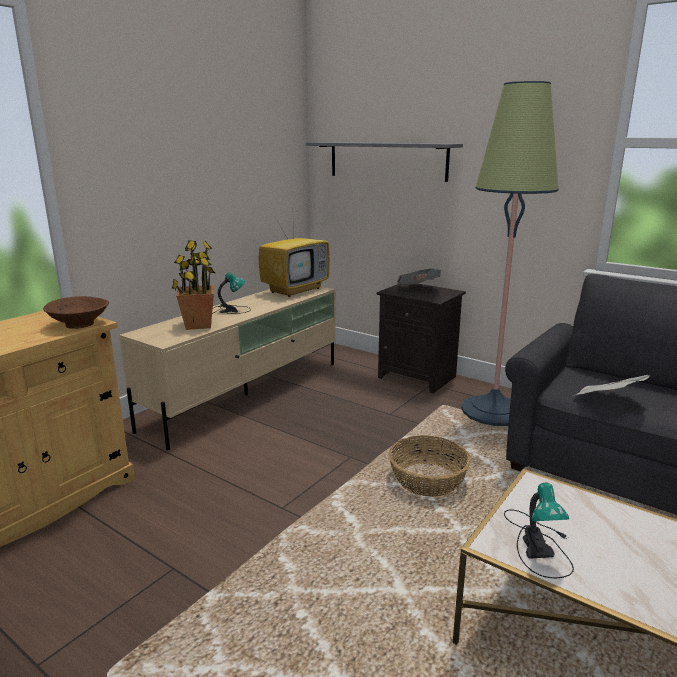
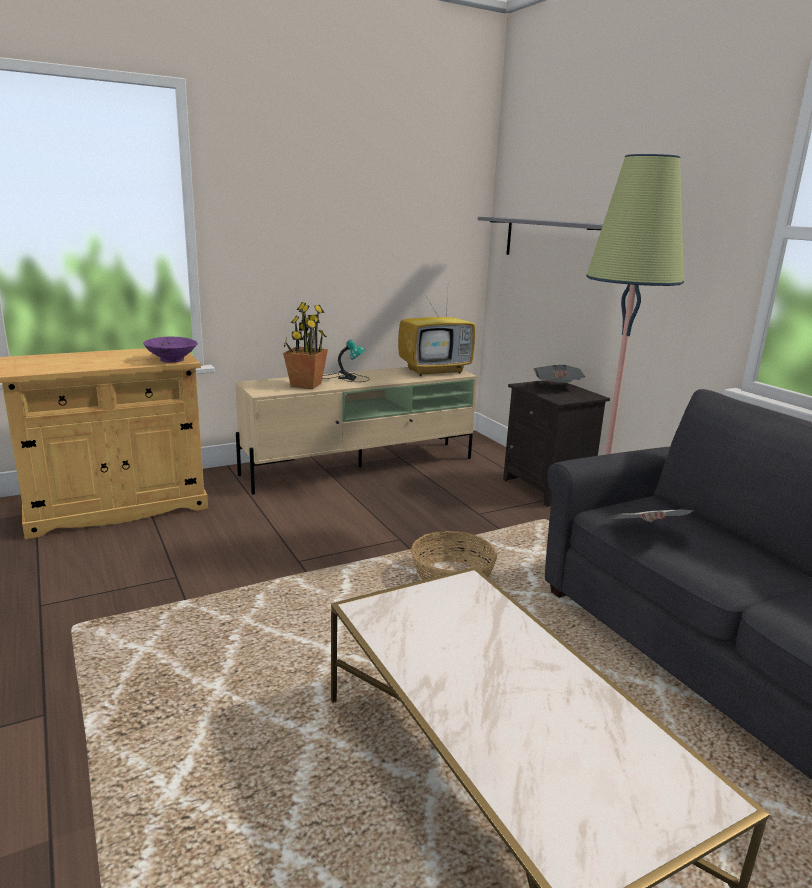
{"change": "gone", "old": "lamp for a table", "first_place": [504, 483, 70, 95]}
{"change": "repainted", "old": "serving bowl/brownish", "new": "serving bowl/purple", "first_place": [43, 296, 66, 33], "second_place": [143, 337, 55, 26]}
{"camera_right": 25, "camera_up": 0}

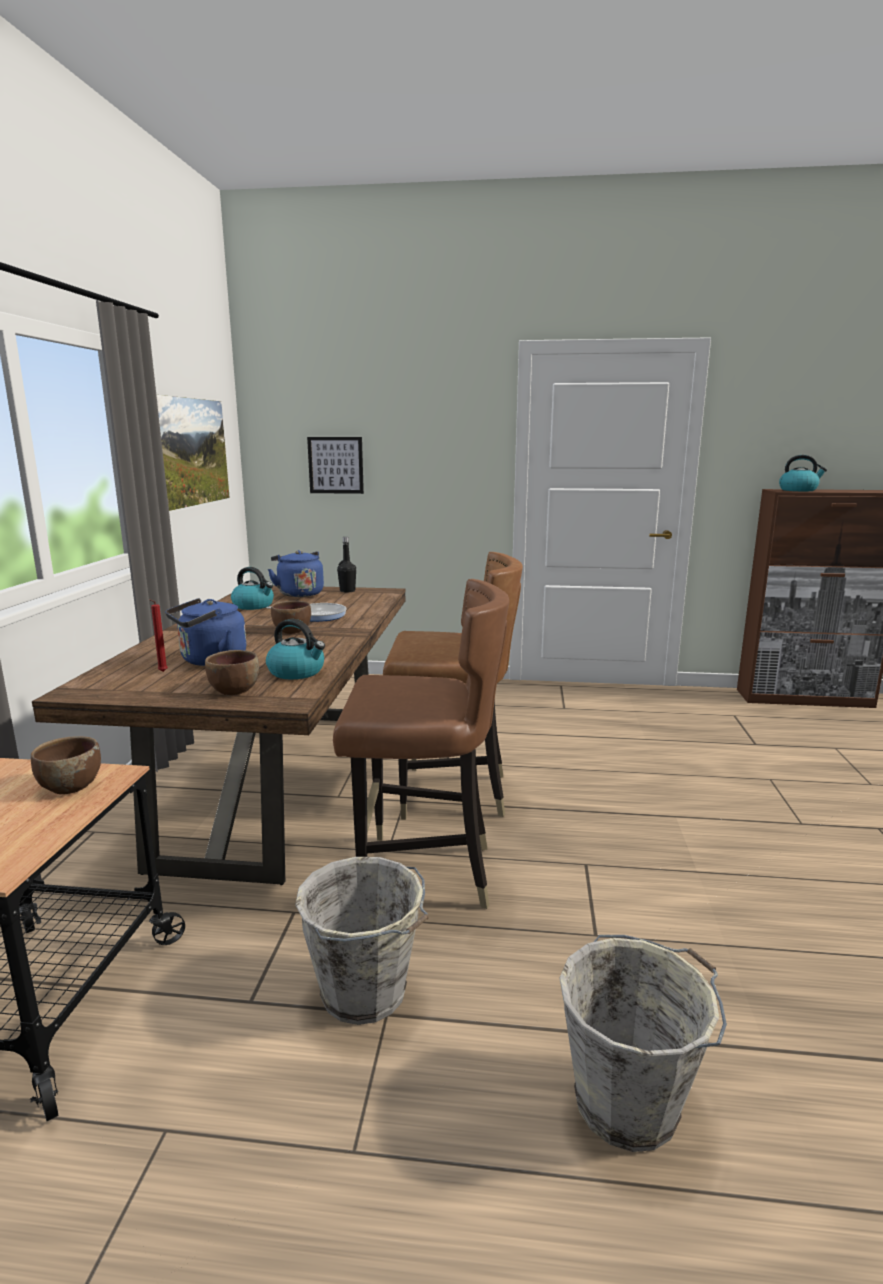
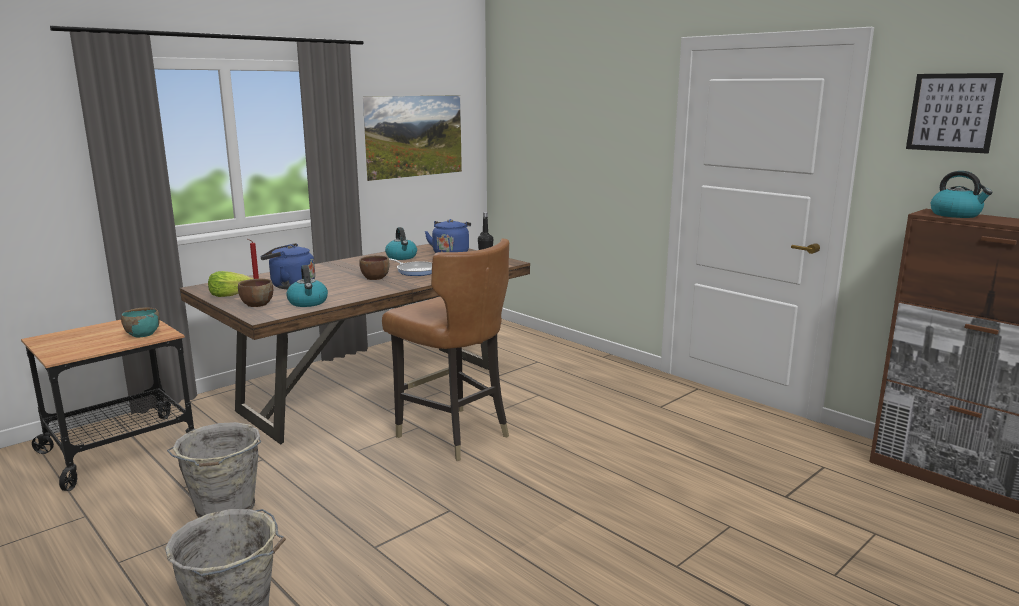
{"change": "gone", "old": "chair/brownish", "first_place": [333, 579, 176, 330]}
{"change": "new", "new": "head of lettuce", "second_place": [208, 271, 45, 26]}
{"change": "shifted", "old": "wall art", "first_place": [307, 437, 57, 57], "second_place": [906, 73, 97, 81]}
{"change": "repainted", "old": "serving bowl/brownish", "new": "serving bowl/turquoise", "first_place": [31, 736, 70, 58], "second_place": [121, 307, 39, 30]}
{"camera_right": 40, "camera_up": 0}

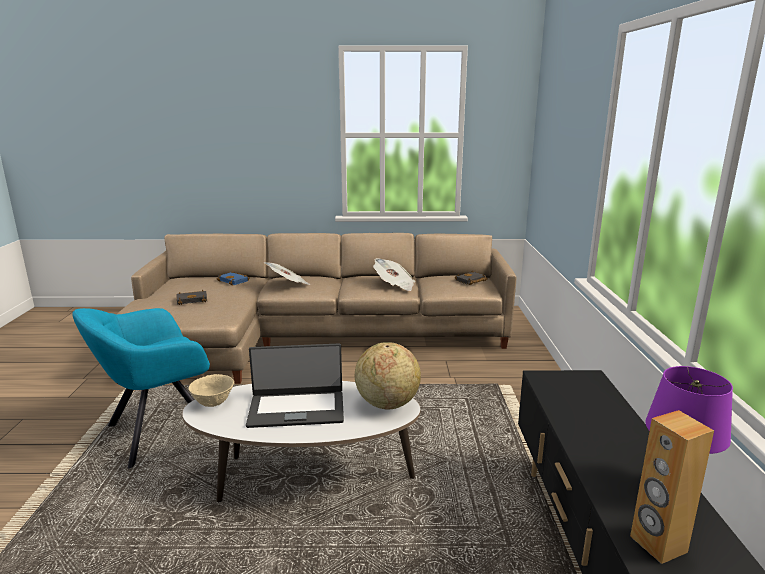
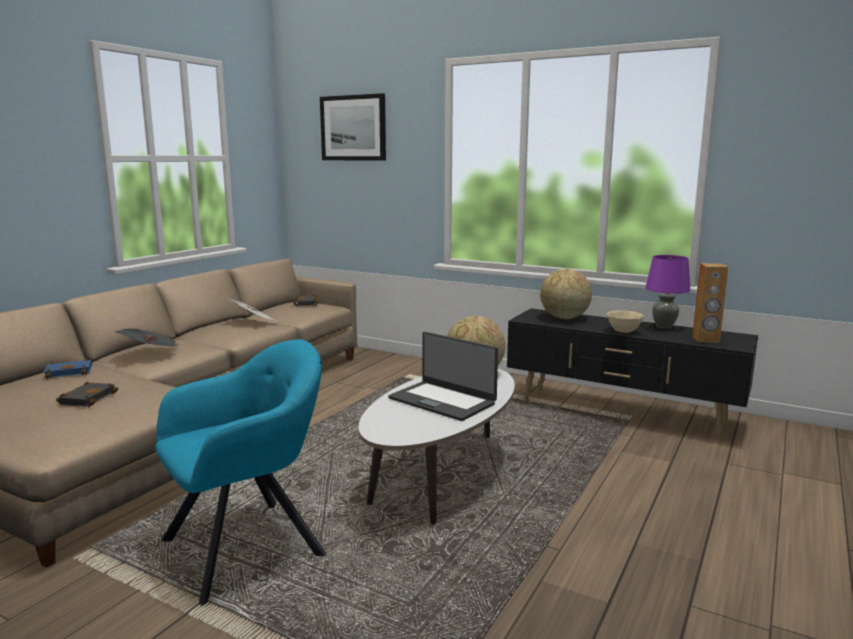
{"change": "new", "new": "wall art", "second_place": [320, 93, 66, 68]}
{"change": "new", "new": "globe", "second_place": [540, 269, 52, 50]}
{"change": "shifted", "old": "serving bowl/beige-coloured", "first_place": [189, 374, 45, 33], "second_place": [607, 310, 37, 23]}
{"change": "rotated", "old": "lounge chair/turquoise", "first_place": [72, 308, 138, 160], "second_place": [155, 339, 172, 268], "degrees": -120}
{"change": "rotated", "old": "notebook computer", "first_place": [246, 344, 98, 84], "second_place": [388, 332, 110, 89], "degrees": 105}
{"camera_right": -60, "camera_up": -5}

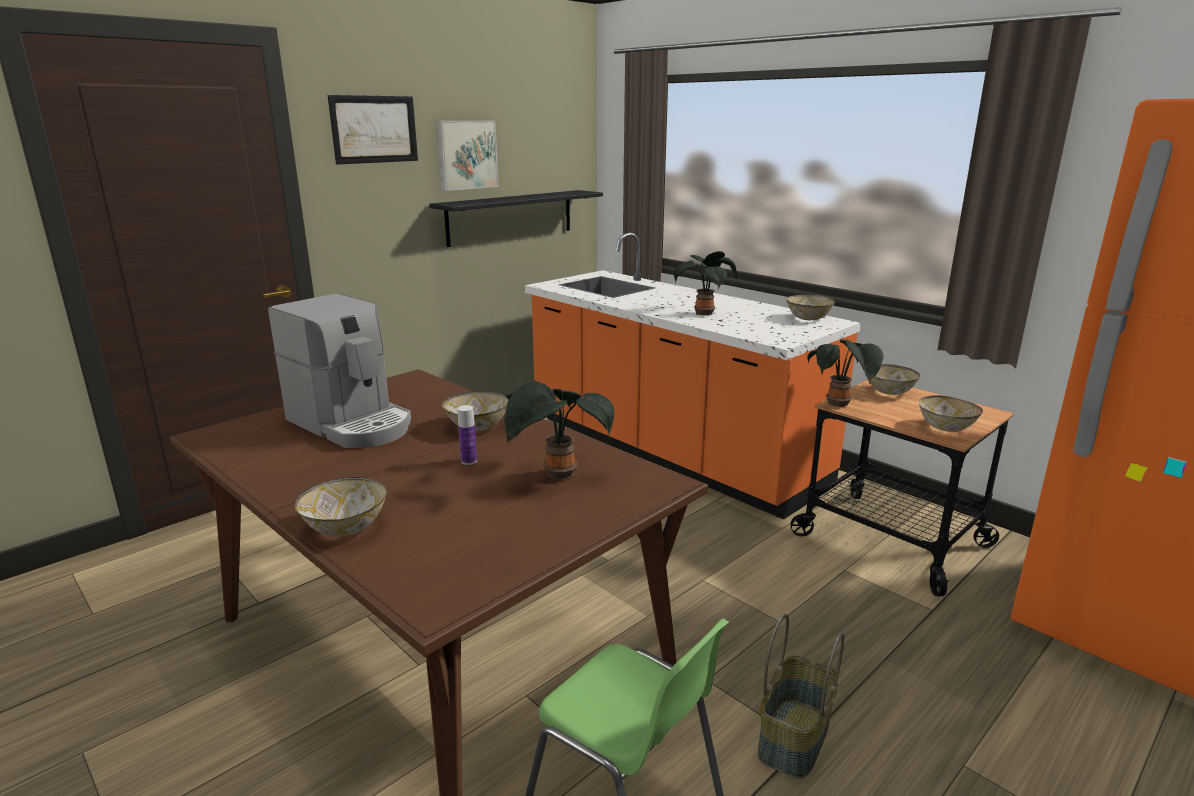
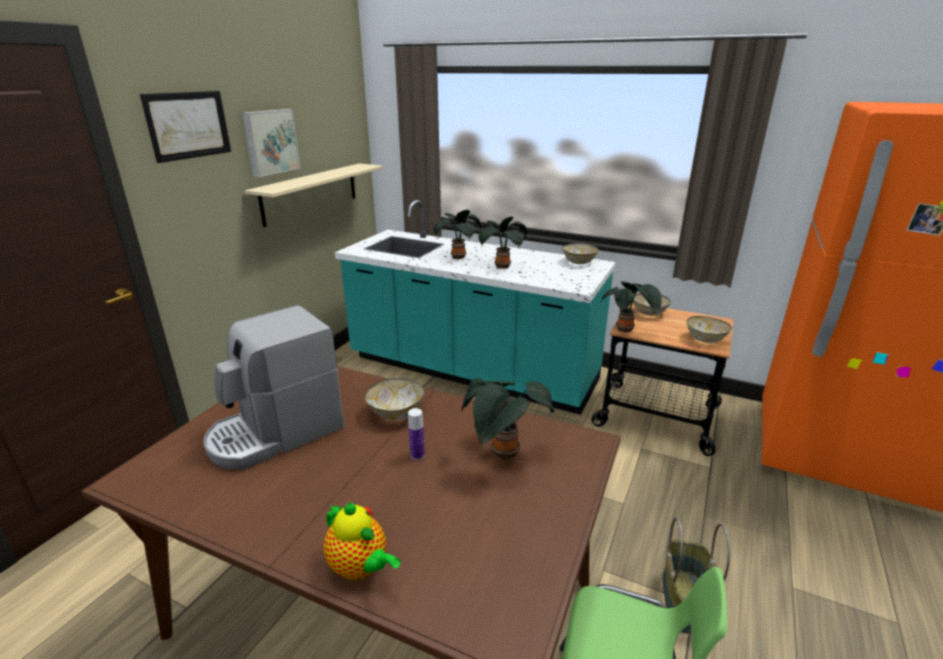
{"change": "new", "new": "potted plant", "second_place": [434, 210, 47, 49]}
{"change": "swapped", "old": "serving bowl", "new": "teapot", "first_place": [295, 477, 92, 60], "second_place": [323, 502, 78, 79]}
{"change": "repainted", "old": "wall shelf/black", "new": "wall shelf/beige-coloured", "first_place": [429, 190, 174, 57], "second_place": [245, 164, 138, 63]}
{"change": "repainted", "old": "kitchen base unit/orangey", "new": "kitchen base unit/turquoise", "first_place": [525, 232, 336, 287], "second_place": [335, 200, 281, 215]}
{"change": "rotated", "old": "coffee maker", "first_place": [268, 293, 143, 155], "second_place": [204, 305, 140, 164], "degrees": 120}
{"camera_right": -20, "camera_up": 5}

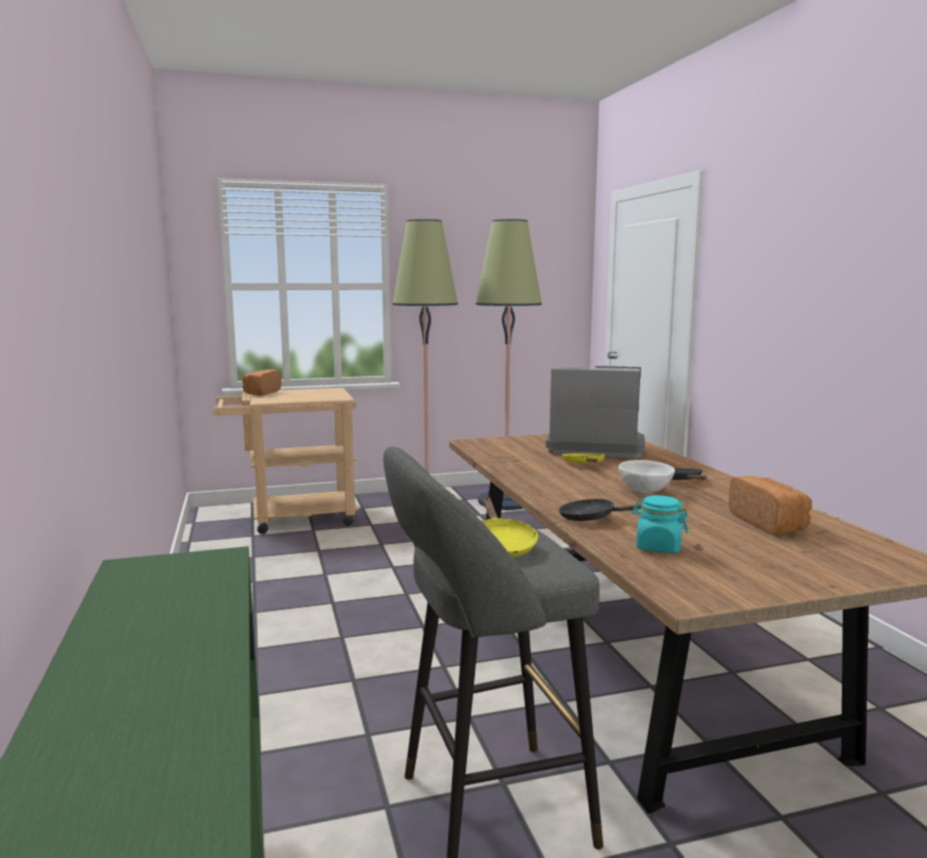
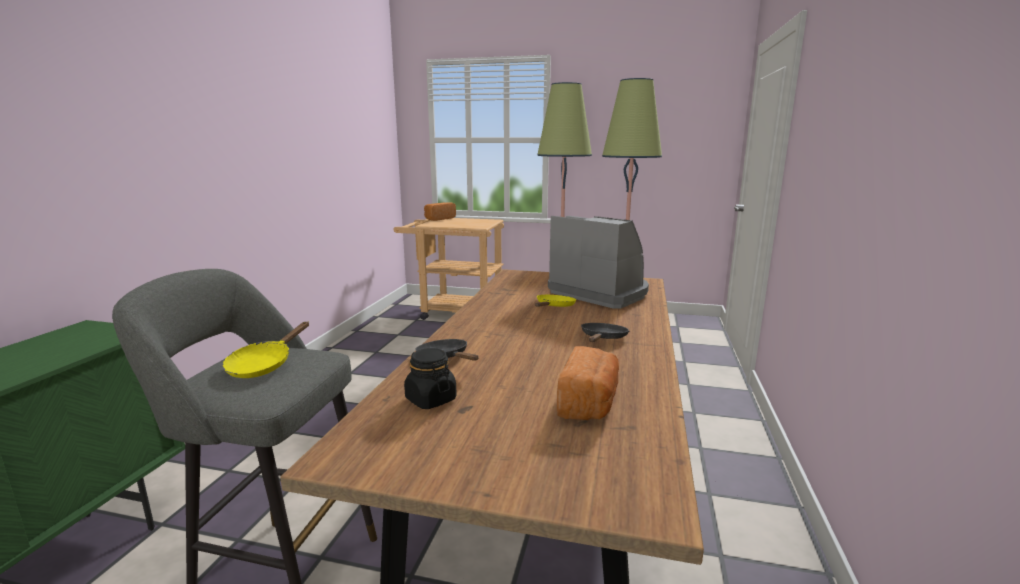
{"change": "gone", "old": "serving bowl/white", "first_place": [619, 460, 56, 34]}
{"change": "repainted", "old": "storage jar/turquoise", "new": "storage jar/black", "first_place": [632, 495, 56, 58], "second_place": [404, 348, 52, 61]}
{"camera_right": 30, "camera_up": 5}

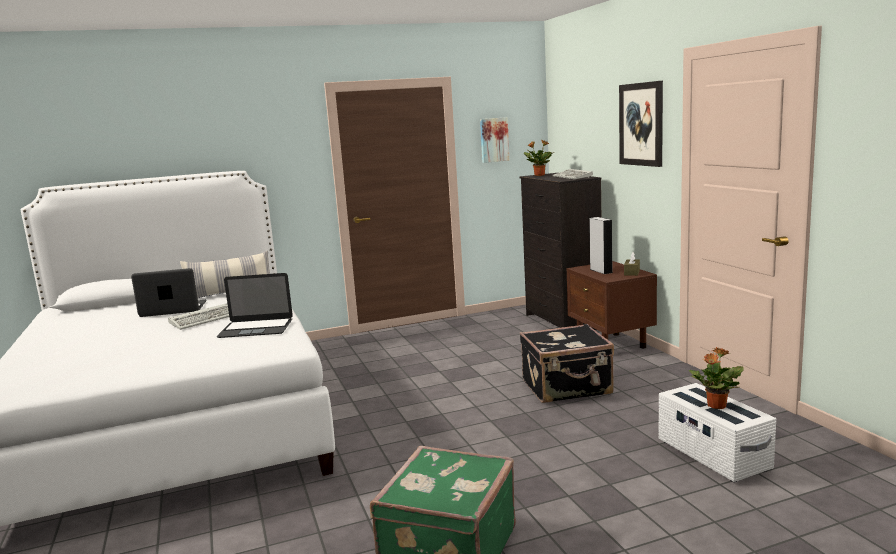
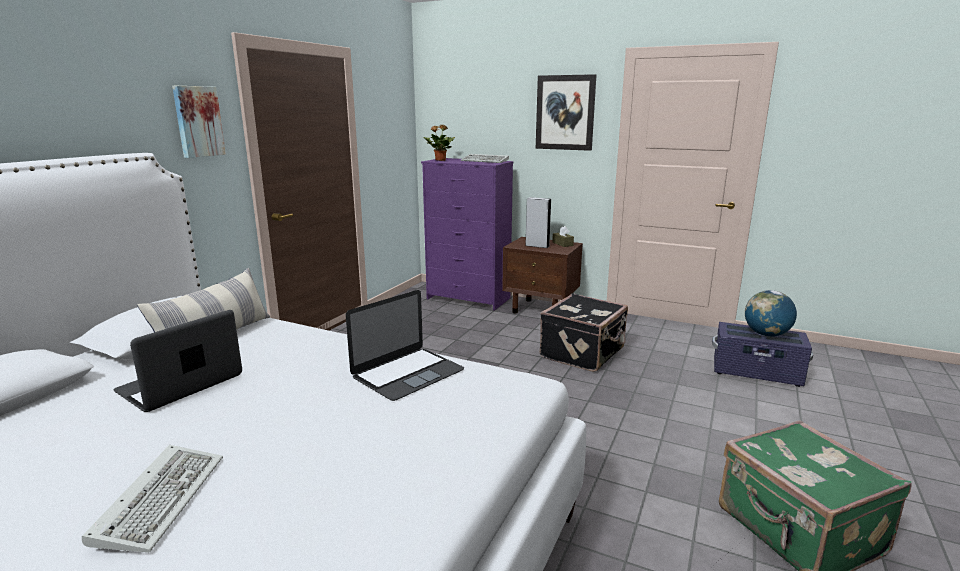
{"change": "shifted", "old": "keyboard", "first_place": [168, 303, 61, 27], "second_place": [82, 445, 141, 108]}
{"change": "shifted", "old": "wall art", "first_place": [480, 117, 29, 46], "second_place": [172, 86, 54, 72]}
{"change": "swapped", "old": "potted plant", "new": "globe", "first_place": [689, 347, 55, 62], "second_place": [745, 290, 52, 47]}
{"change": "repainted", "old": "drawer chest/black", "new": "drawer chest/purple", "first_place": [520, 173, 81, 157], "second_place": [421, 158, 93, 153]}
{"change": "repainted", "old": "storage container/white", "new": "storage container/purple", "first_place": [659, 383, 117, 99], "second_place": [712, 322, 101, 65]}
{"camera_right": -45, "camera_up": 5}

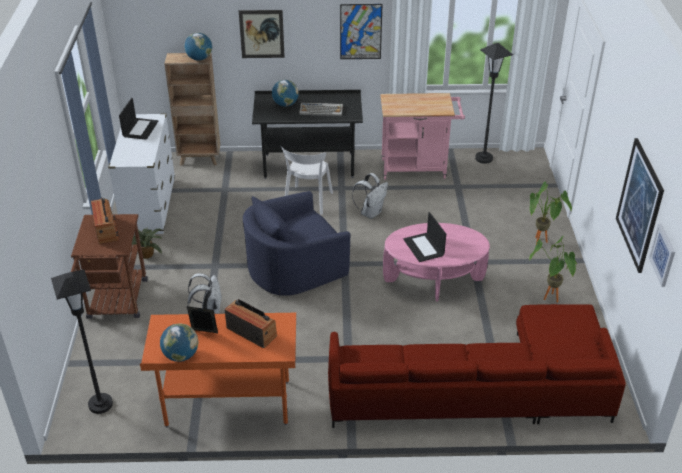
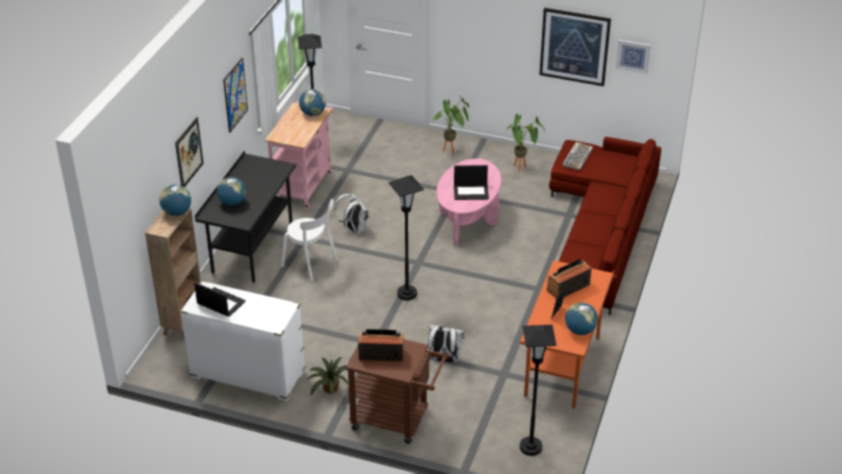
{"change": "new", "new": "globe", "second_place": [299, 89, 27, 27]}
{"change": "shifted", "old": "keyboard", "first_place": [299, 102, 44, 14], "second_place": [562, 142, 31, 28]}
{"change": "swapped", "old": "lounge chair/blue", "new": "standing lamp/black", "first_place": [243, 191, 108, 105], "second_place": [388, 175, 36, 125]}
{"camera_right": -70, "camera_up": 0}

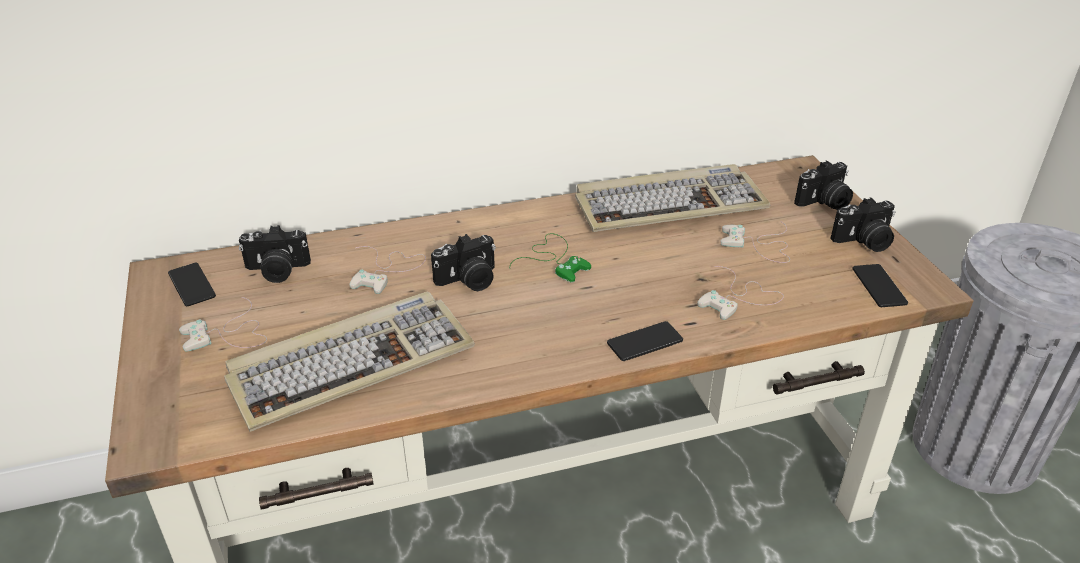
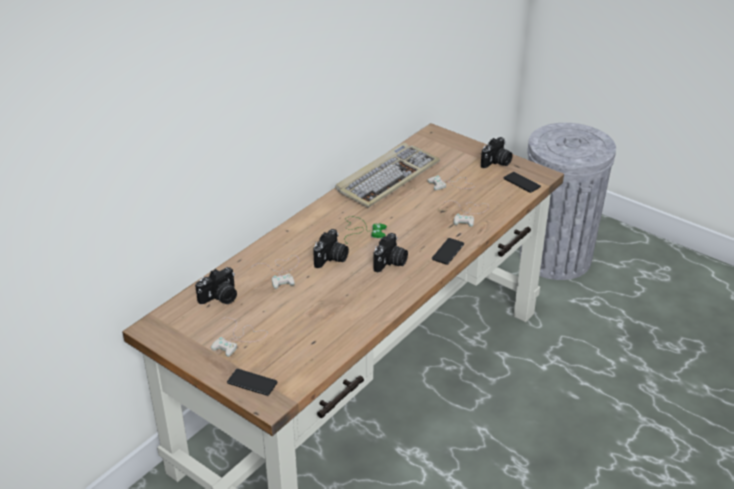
{"change": "gone", "old": "keyboard", "first_place": [224, 292, 251, 140]}
{"change": "shifted", "old": "phone", "first_place": [168, 263, 48, 43], "second_place": [227, 369, 50, 27]}
{"change": "shifted", "old": "still camera", "first_place": [794, 160, 59, 50], "second_place": [373, 233, 35, 39]}
{"camera_right": -35, "camera_up": 0}

